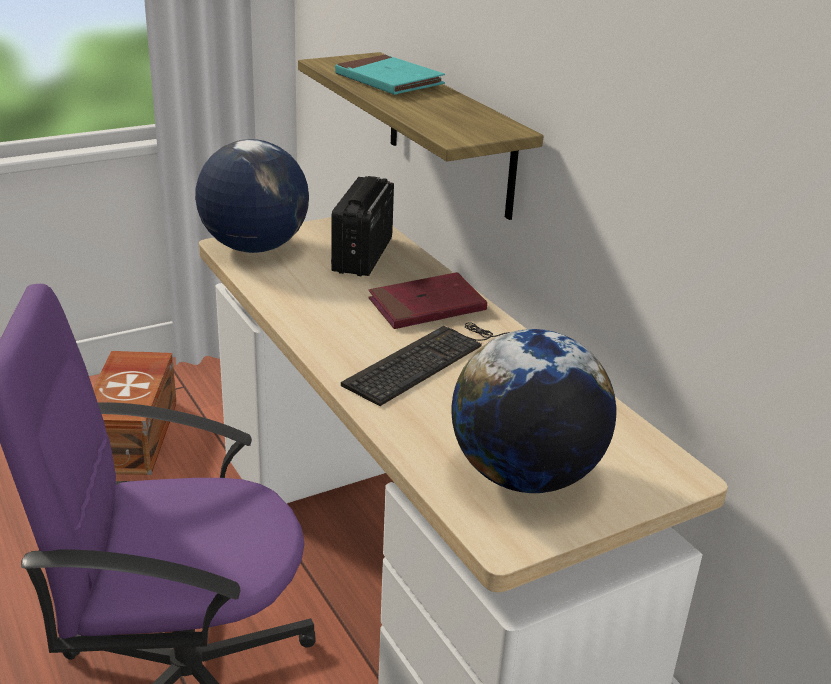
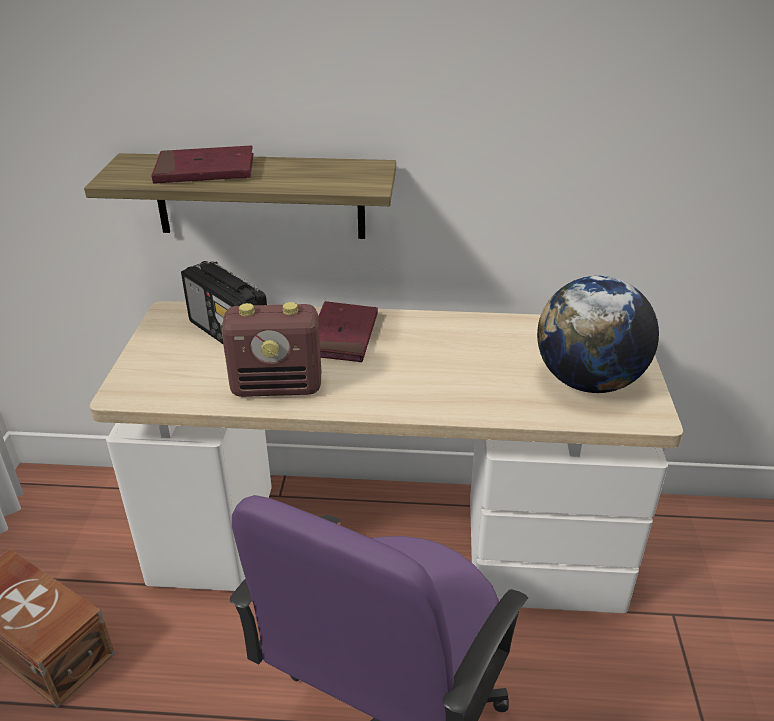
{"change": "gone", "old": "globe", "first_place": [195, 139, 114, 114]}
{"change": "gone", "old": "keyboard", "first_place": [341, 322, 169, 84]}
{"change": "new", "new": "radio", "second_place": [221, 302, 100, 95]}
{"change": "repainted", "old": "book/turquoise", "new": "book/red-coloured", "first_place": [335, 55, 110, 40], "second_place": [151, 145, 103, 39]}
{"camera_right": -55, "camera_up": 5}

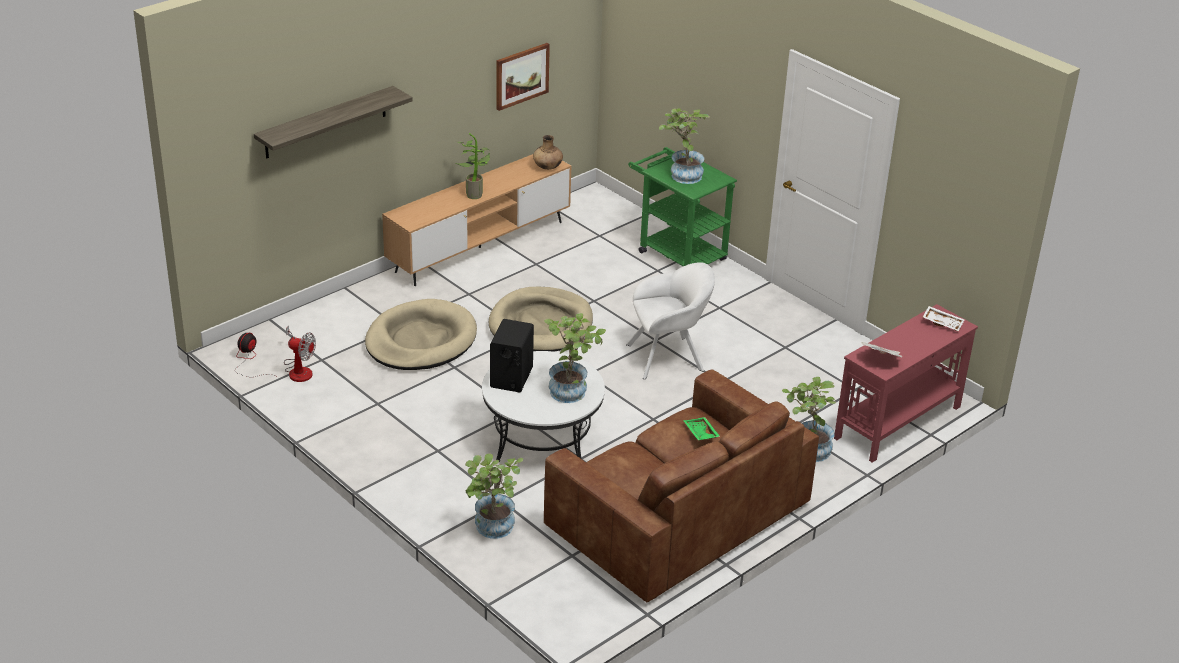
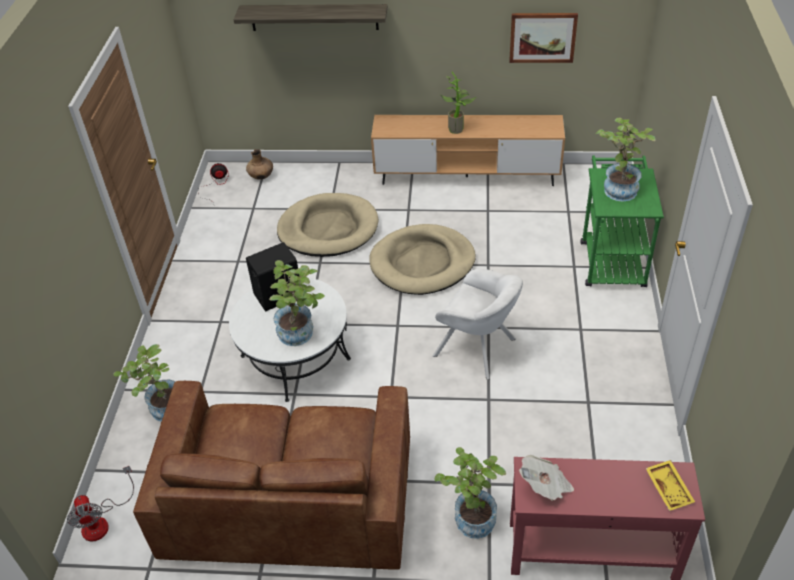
{"change": "gone", "old": "carrying tray/greenish", "first_place": [683, 417, 37, 23]}
{"change": "shifted", "old": "electric fan", "first_place": [284, 325, 32, 57], "second_place": [67, 466, 67, 76]}
{"change": "shifted", "old": "flower vase/brownish", "first_place": [533, 135, 30, 35], "second_place": [246, 149, 27, 31]}
{"change": "repainted", "old": "carrying tray/white", "new": "carrying tray/yellow", "first_place": [923, 306, 41, 25], "second_place": [646, 460, 49, 51]}
{"camera_right": 50, "camera_up": 10}

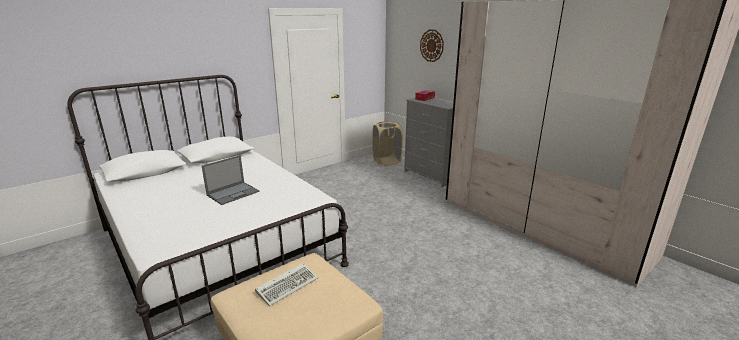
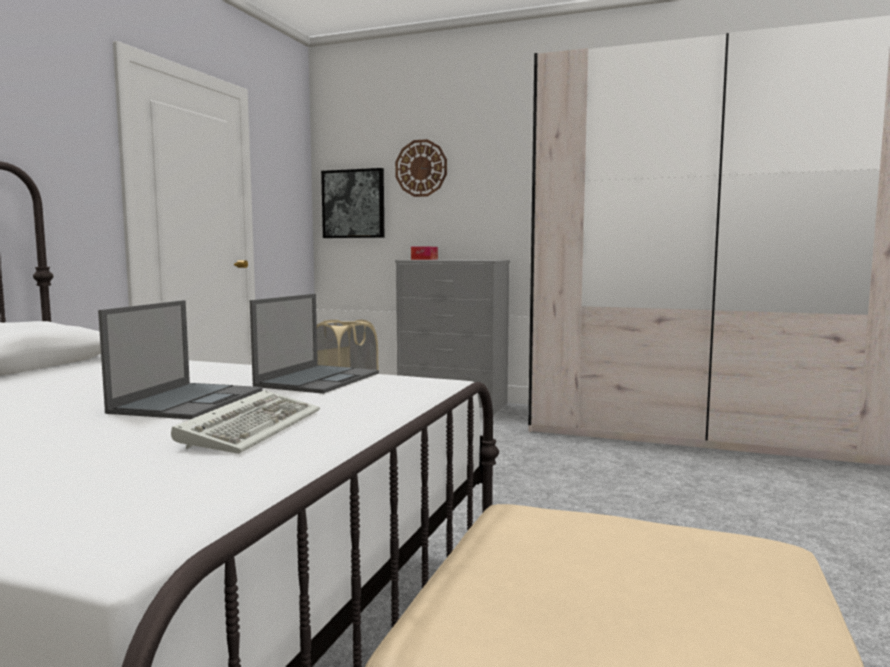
{"change": "new", "new": "notebook computer", "second_place": [250, 294, 129, 100]}
{"change": "new", "new": "wall art", "second_place": [321, 168, 63, 70]}
{"change": "shifted", "old": "keyboard", "first_place": [255, 263, 63, 43], "second_place": [171, 390, 149, 64]}
{"camera_right": -30, "camera_up": -15}

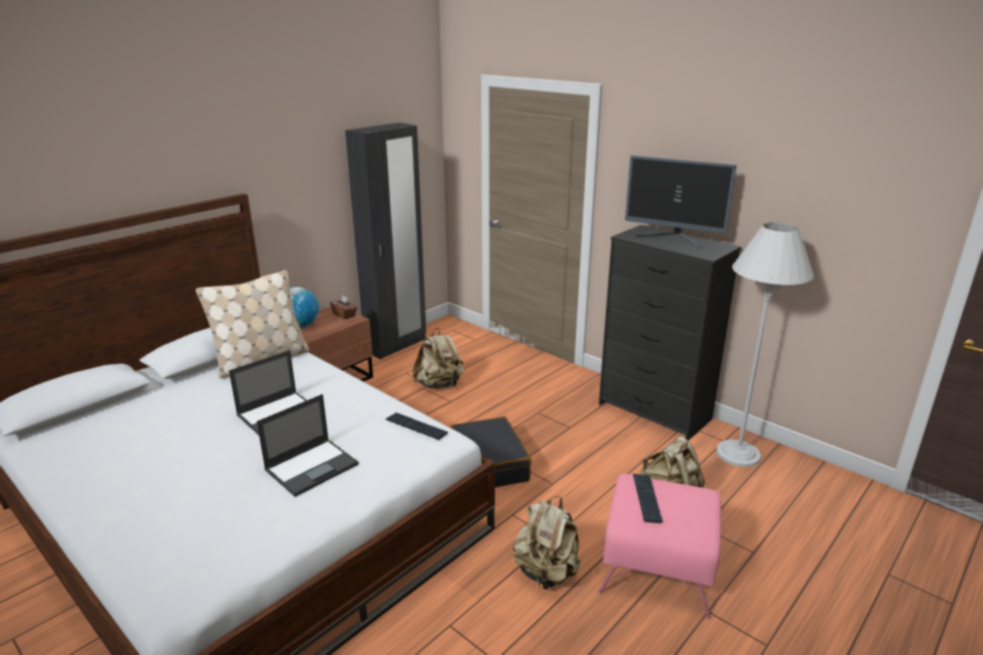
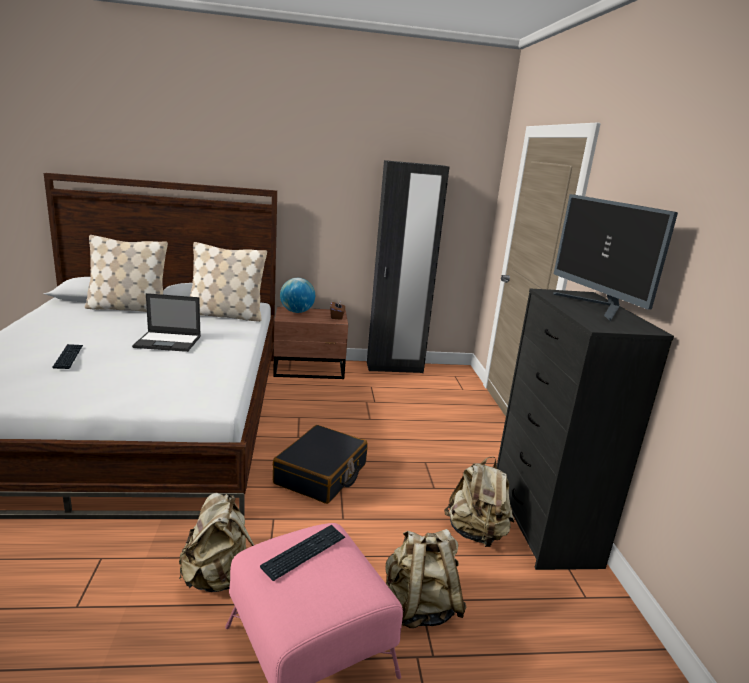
{"change": "gone", "old": "notebook computer", "first_place": [257, 394, 101, 103]}
{"change": "gone", "old": "standing lamp/white", "first_place": [716, 222, 98, 245]}
{"change": "new", "new": "throw pillow/beige-coloured", "second_place": [85, 235, 83, 77]}
{"change": "shifted", "old": "keyboard", "first_place": [385, 413, 63, 27], "second_place": [53, 344, 30, 25]}
{"change": "shifted", "old": "backpack/beige-coloured", "first_place": [413, 328, 51, 60], "second_place": [444, 456, 70, 91]}
{"camera_right": 40, "camera_up": -5}

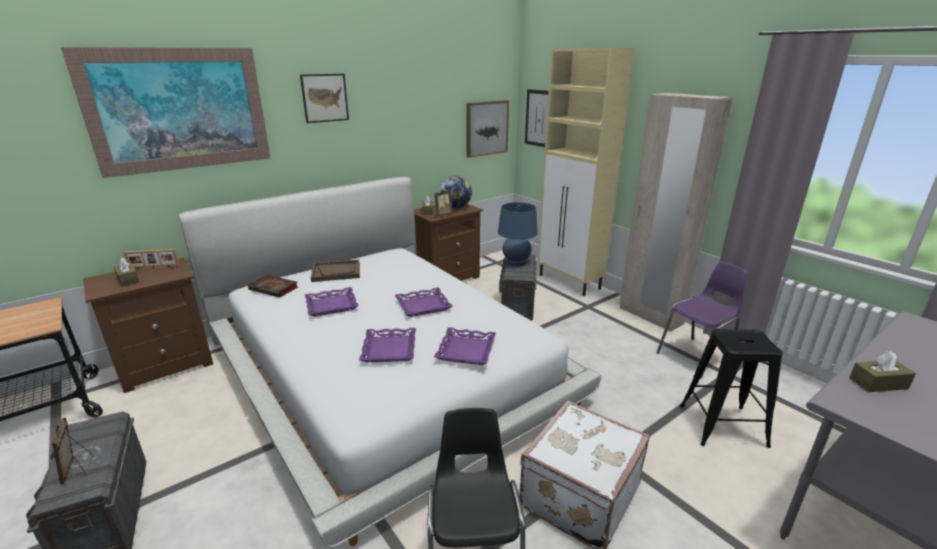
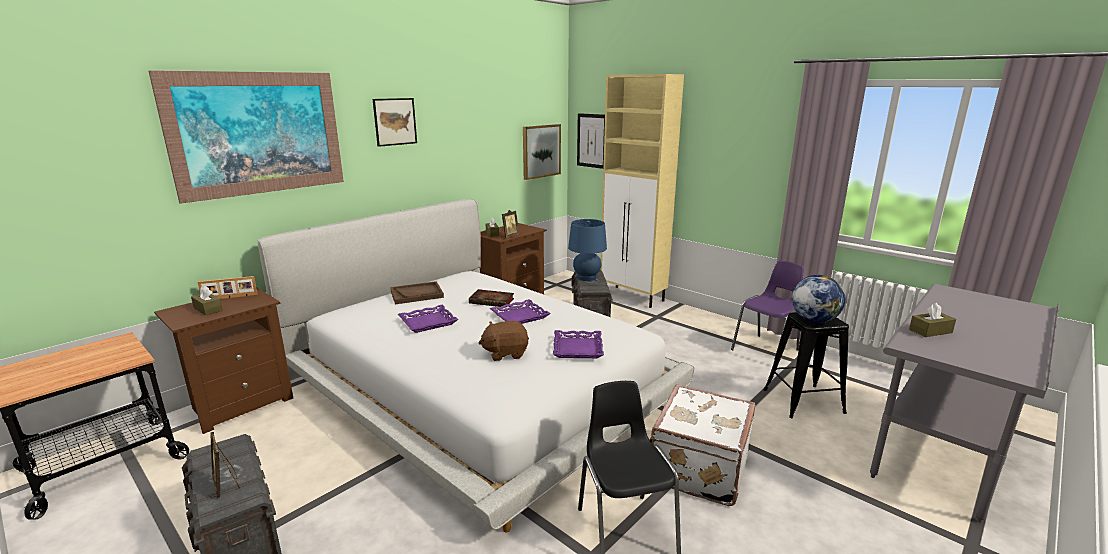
{"change": "gone", "old": "clothes cupboard/beige-coloured", "first_place": [620, 93, 113, 239]}
{"change": "shifted", "old": "book", "first_place": [248, 275, 50, 23], "second_place": [469, 289, 45, 19]}
{"change": "shifted", "old": "globe", "first_place": [440, 176, 32, 32], "second_place": [792, 275, 53, 48]}
{"change": "swapped", "old": "carrying tray/purple", "new": "cuddly toy/brownish", "first_place": [359, 328, 57, 34], "second_place": [478, 321, 51, 40]}
{"camera_right": -10, "camera_up": -5}

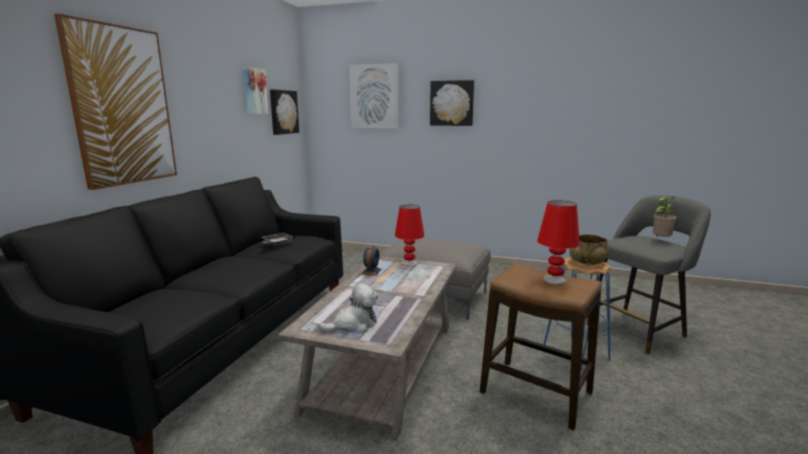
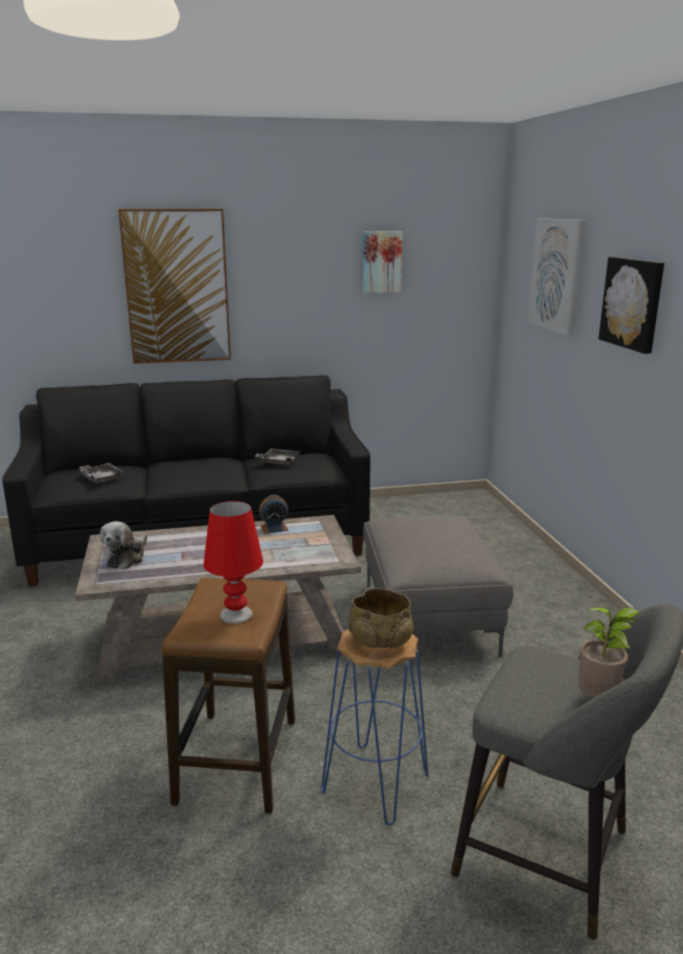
{"change": "gone", "old": "wall art", "first_place": [270, 89, 29, 46]}
{"change": "gone", "old": "lamp for a table/red-coloured", "first_place": [395, 205, 30, 62]}
{"change": "new", "new": "carrying tray/grey", "second_place": [78, 463, 46, 21]}
{"change": "rotated", "old": "cuddly toy", "first_place": [319, 283, 59, 50], "second_place": [100, 521, 47, 48], "degrees": 75}
{"camera_right": 60, "camera_up": 5}

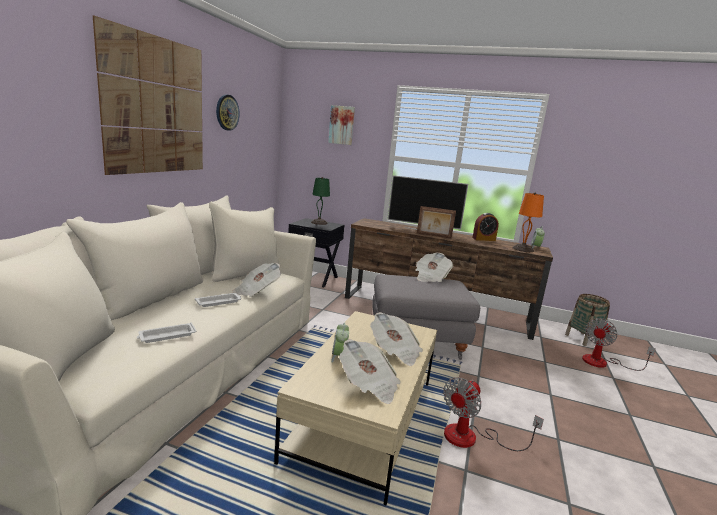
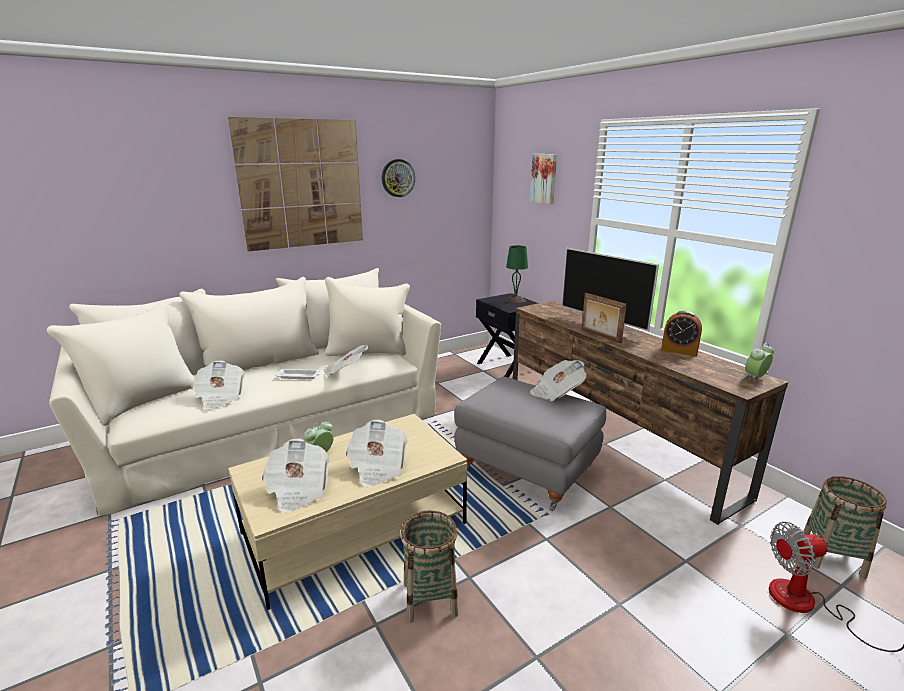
{"change": "gone", "old": "lamp for a table/orangey", "first_place": [512, 192, 32, 60]}
{"change": "swapped", "old": "carrying tray/white", "new": "printed paper", "first_place": [137, 322, 59, 21], "second_place": [191, 361, 54, 49]}
{"change": "swapped", "old": "electric fan", "new": "storage basket", "first_place": [443, 377, 101, 74], "second_place": [400, 511, 59, 112]}
{"camera_right": 40, "camera_up": 5}

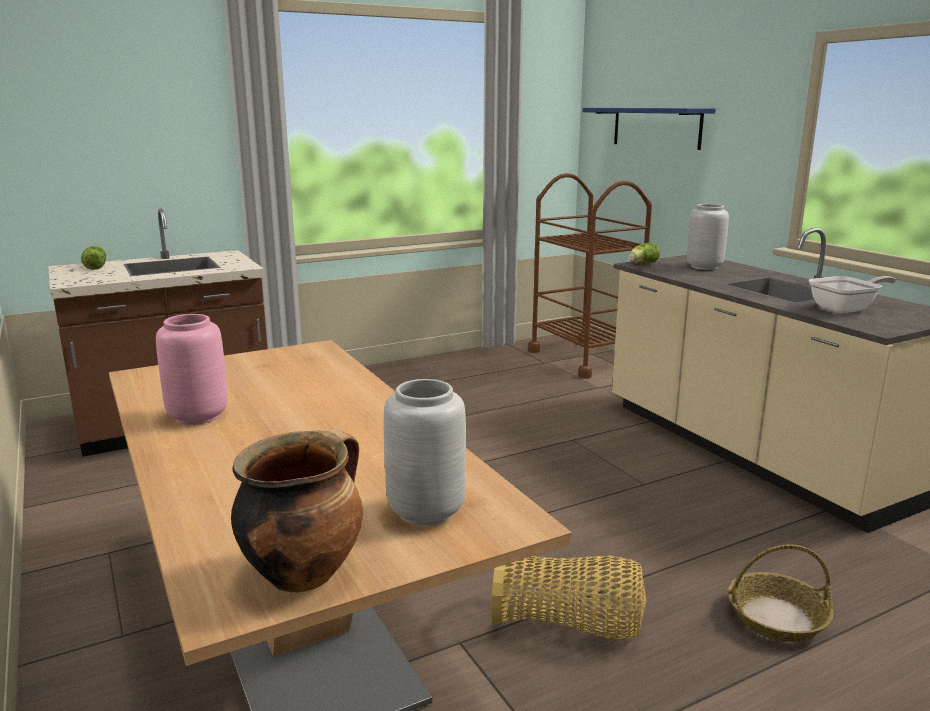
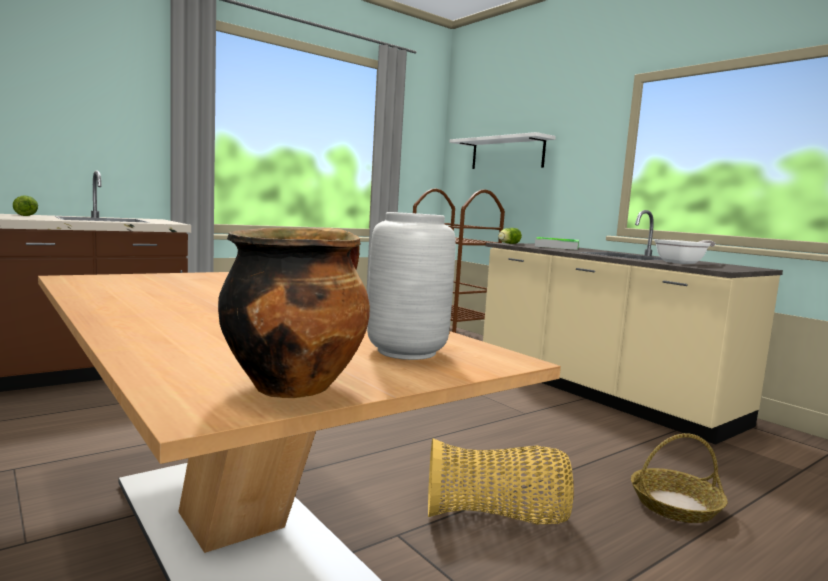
{"change": "gone", "old": "flower vase/pink", "first_place": [156, 314, 72, 111]}
{"change": "swapped", "old": "flower vase/grey", "new": "carrying tray", "first_place": [686, 204, 43, 66], "second_place": [535, 237, 44, 13]}
{"change": "repainted", "old": "wall shelf/blue", "new": "wall shelf/white", "first_place": [582, 108, 134, 42], "second_place": [449, 132, 107, 37]}
{"camera_right": -10, "camera_up": -10}

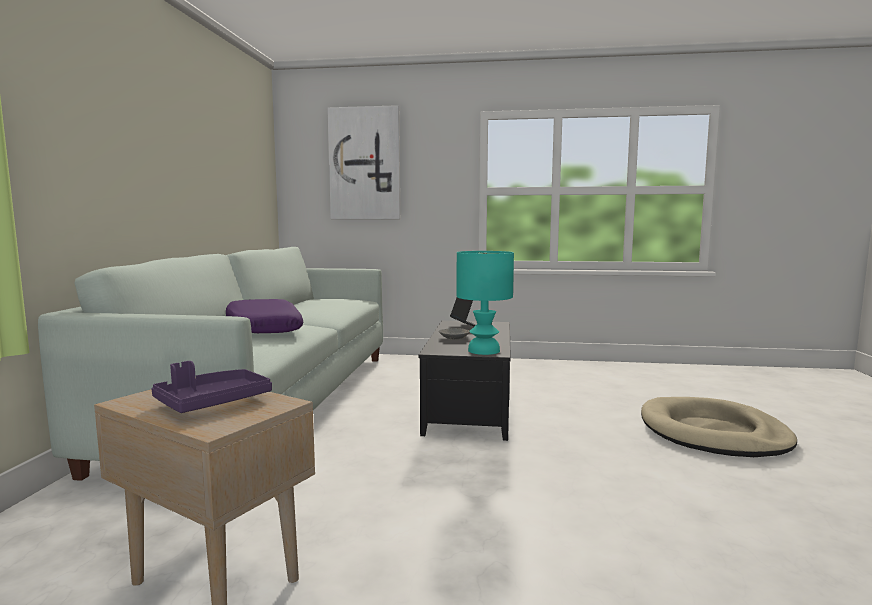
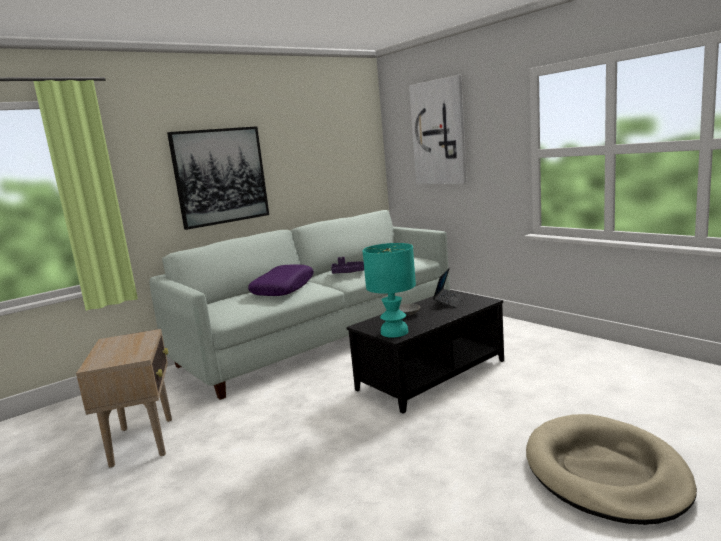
{"change": "new", "new": "wall art", "second_place": [167, 126, 102, 104]}
{"change": "shifted", "old": "carrying tray/purple", "first_place": [151, 361, 121, 52], "second_place": [331, 257, 33, 17]}
{"camera_right": 45, "camera_up": 5}

